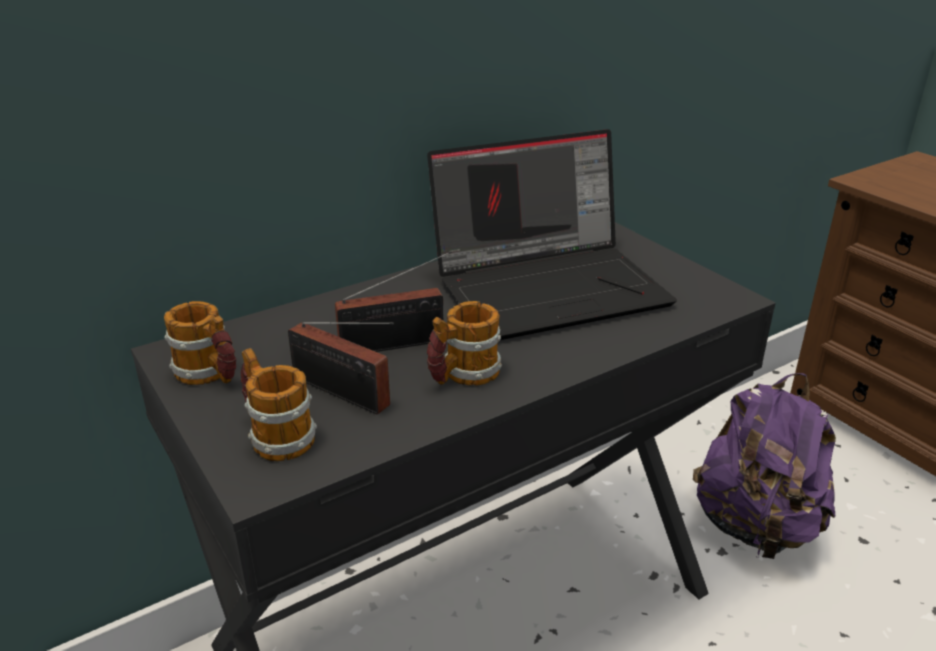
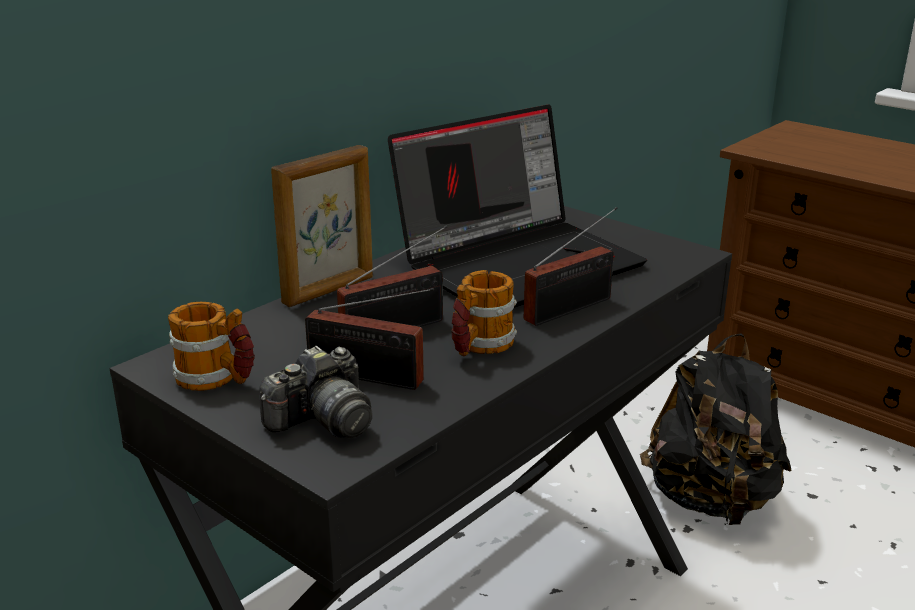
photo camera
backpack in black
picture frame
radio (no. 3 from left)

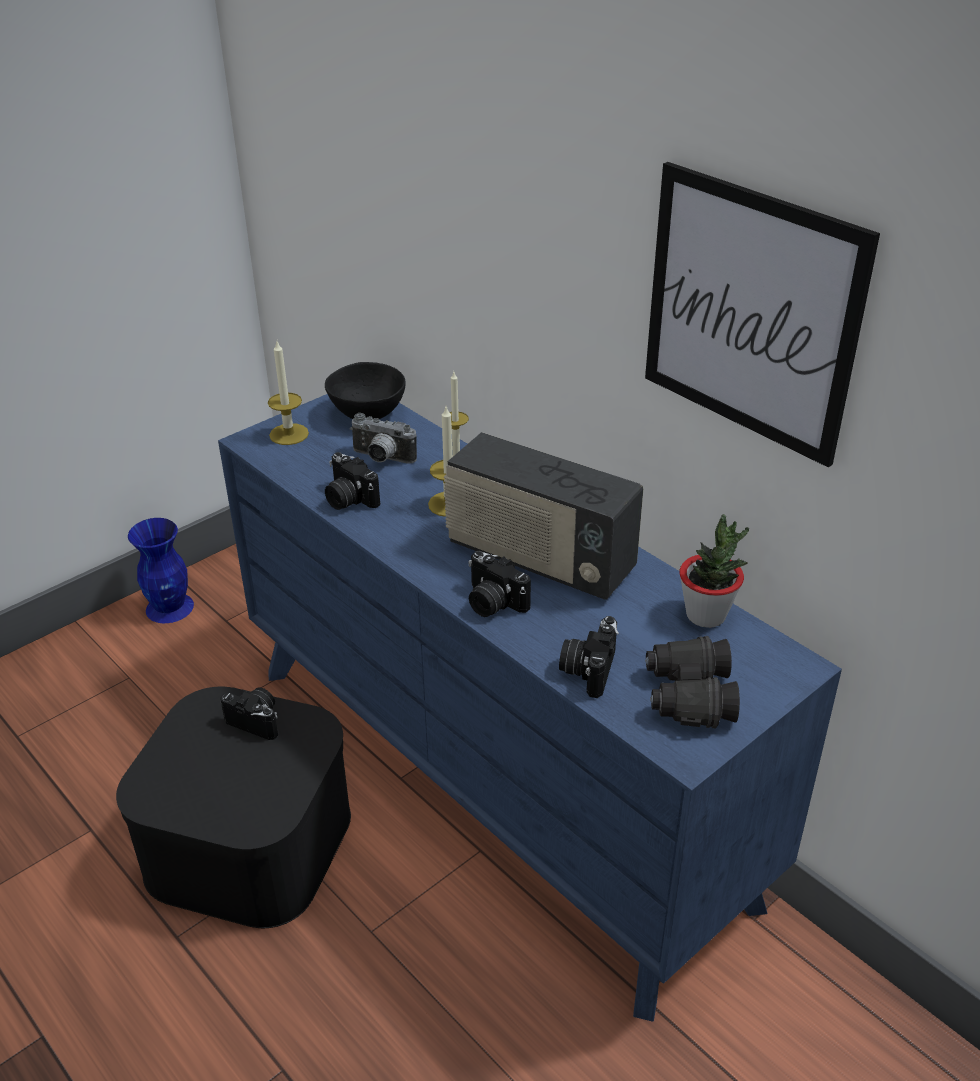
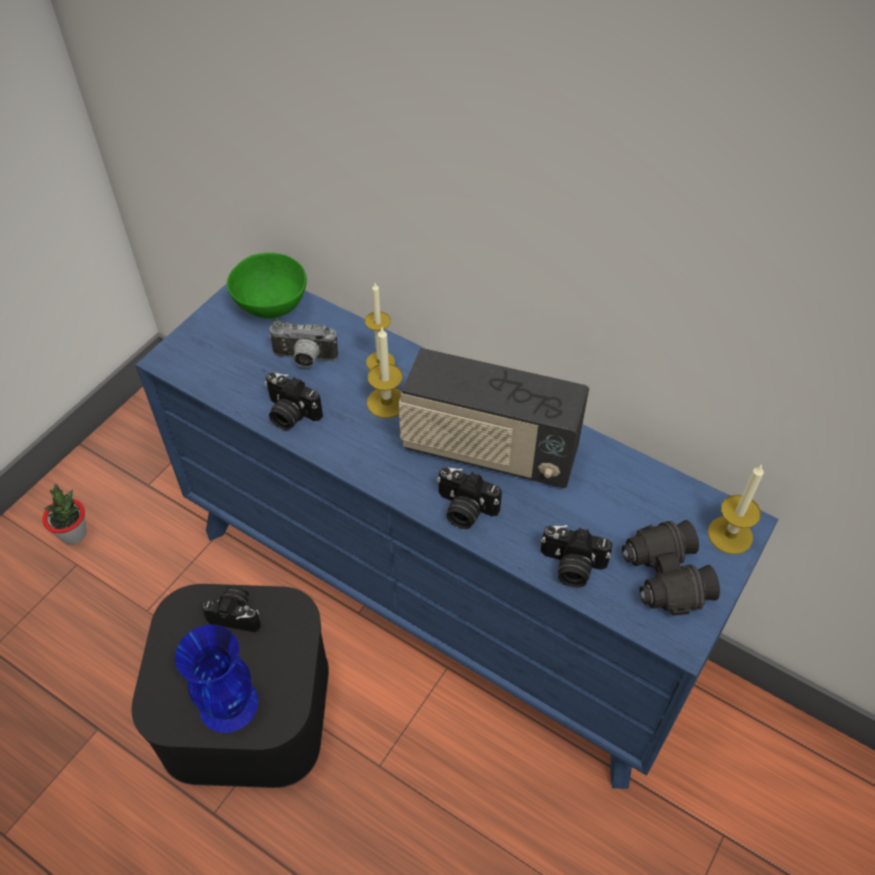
picture
candle (no. 3 from left)
bowl in green
potted plant
vase in blue
photo camera (no. 5 from left)

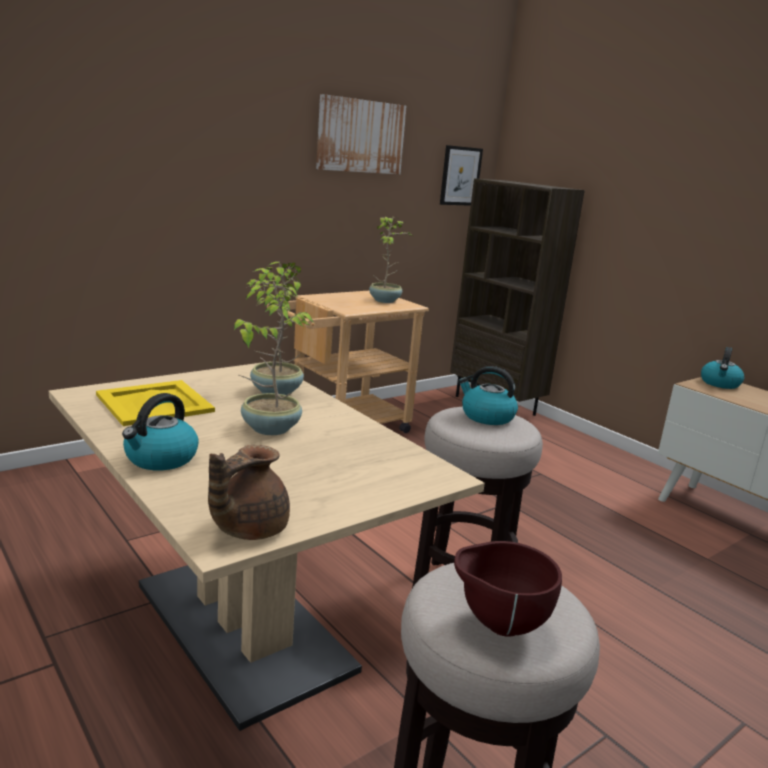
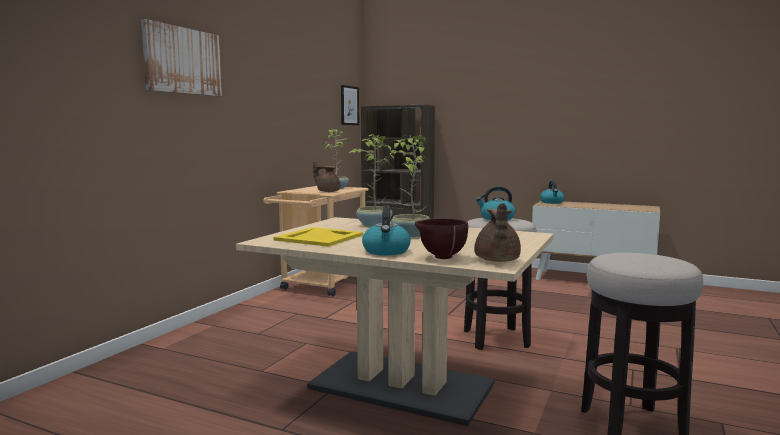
picture (no. 1 from left)
bowl in brown
teapot in brown (no. 1 from left)

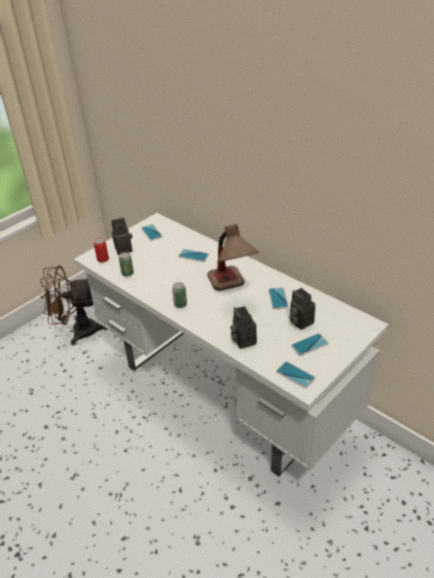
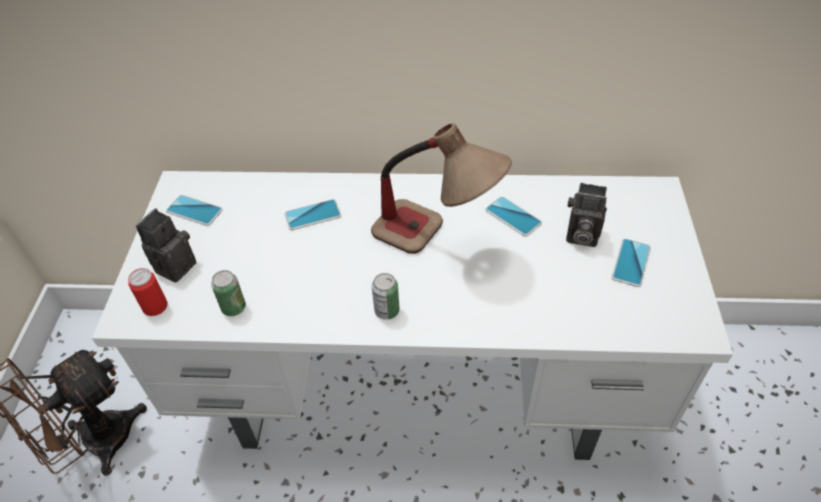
photo camera (no. 2 from left in the first image)
phone (no. 4 from left in the first image)

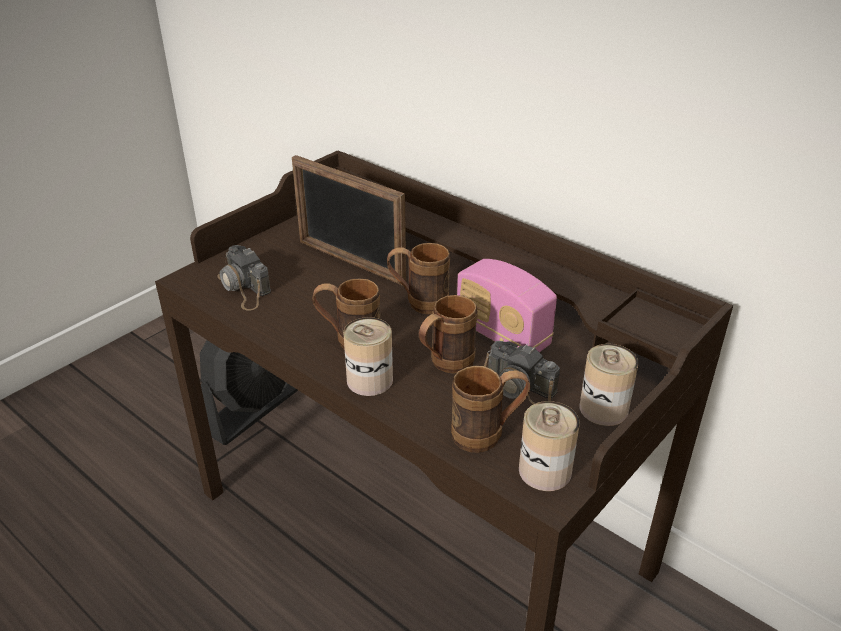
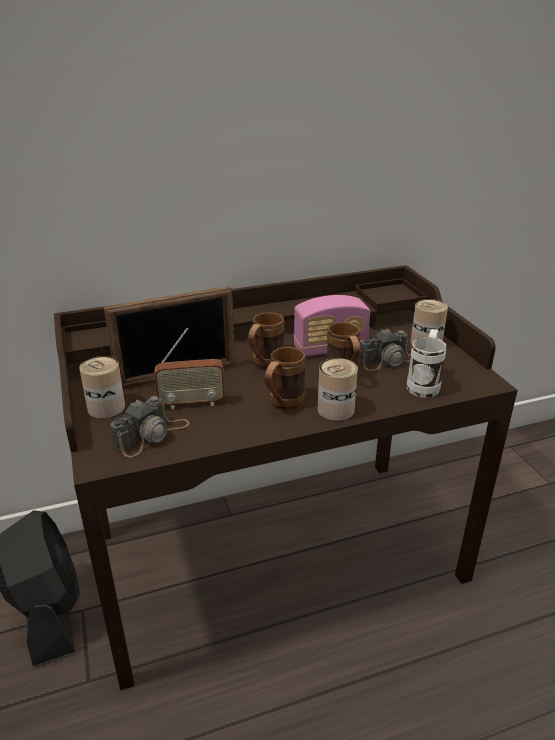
photo camera (no. 1 from left)
mug in white
can (no. 1 from left)
radio (no. 1 from left)

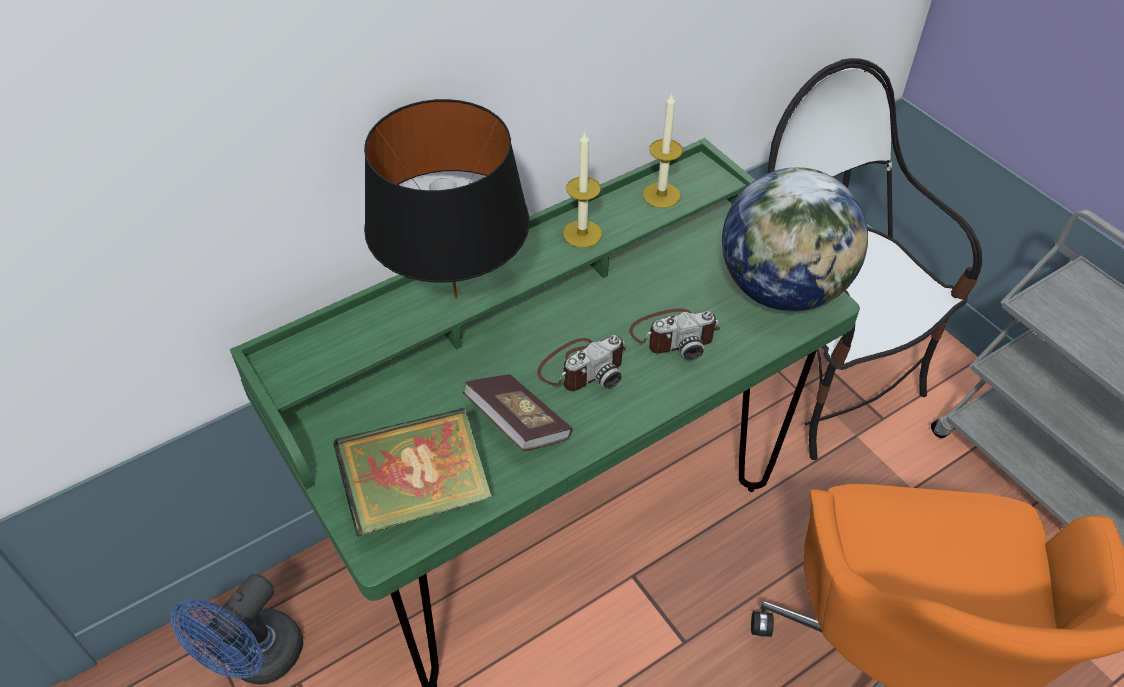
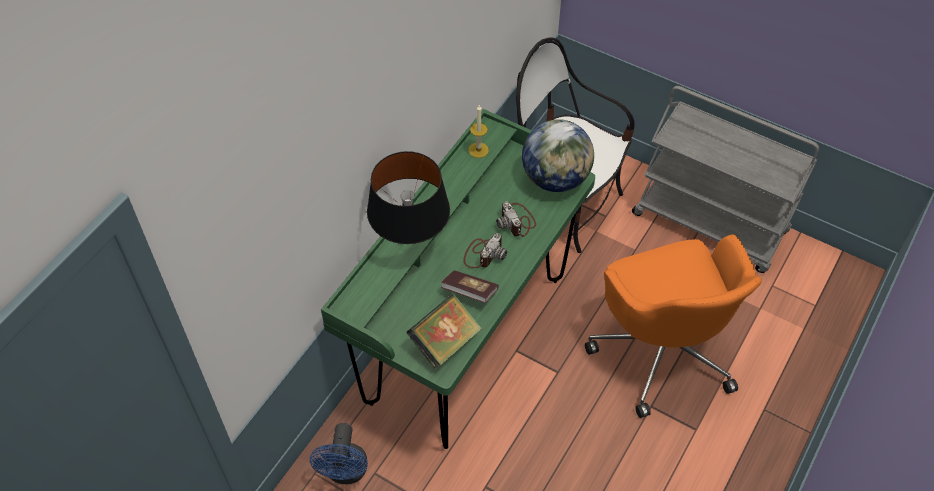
candle (no. 1 from left in the first image)
photo camera (no. 2 from left)

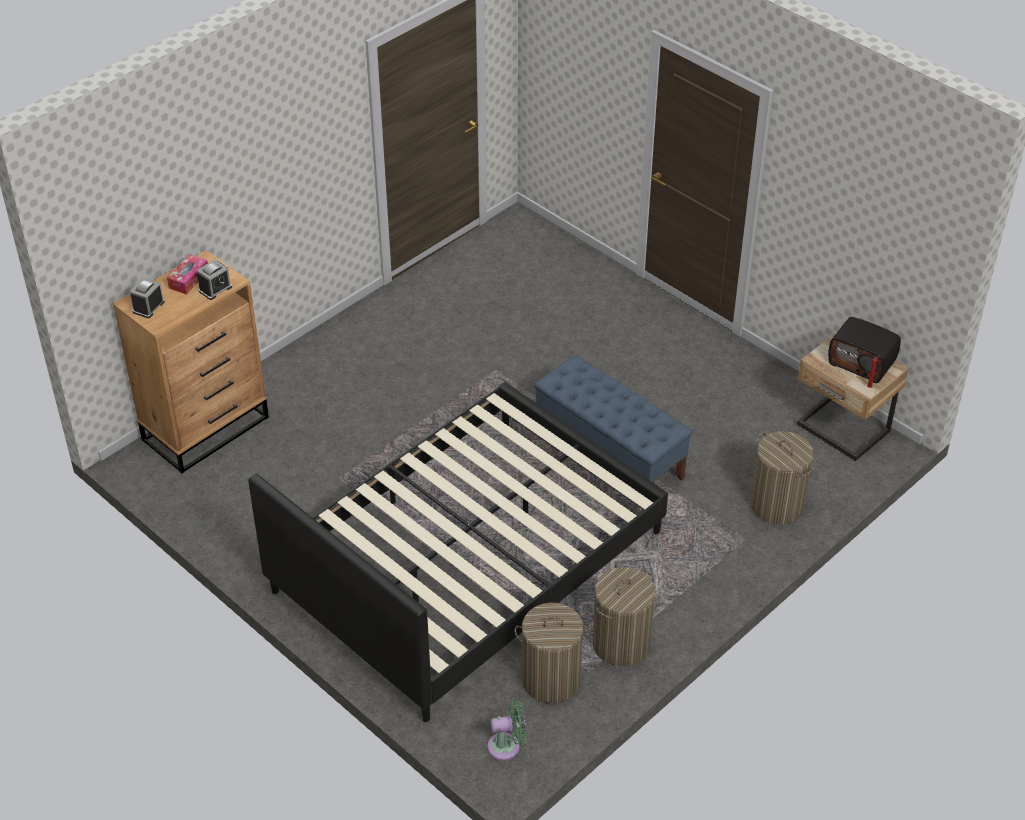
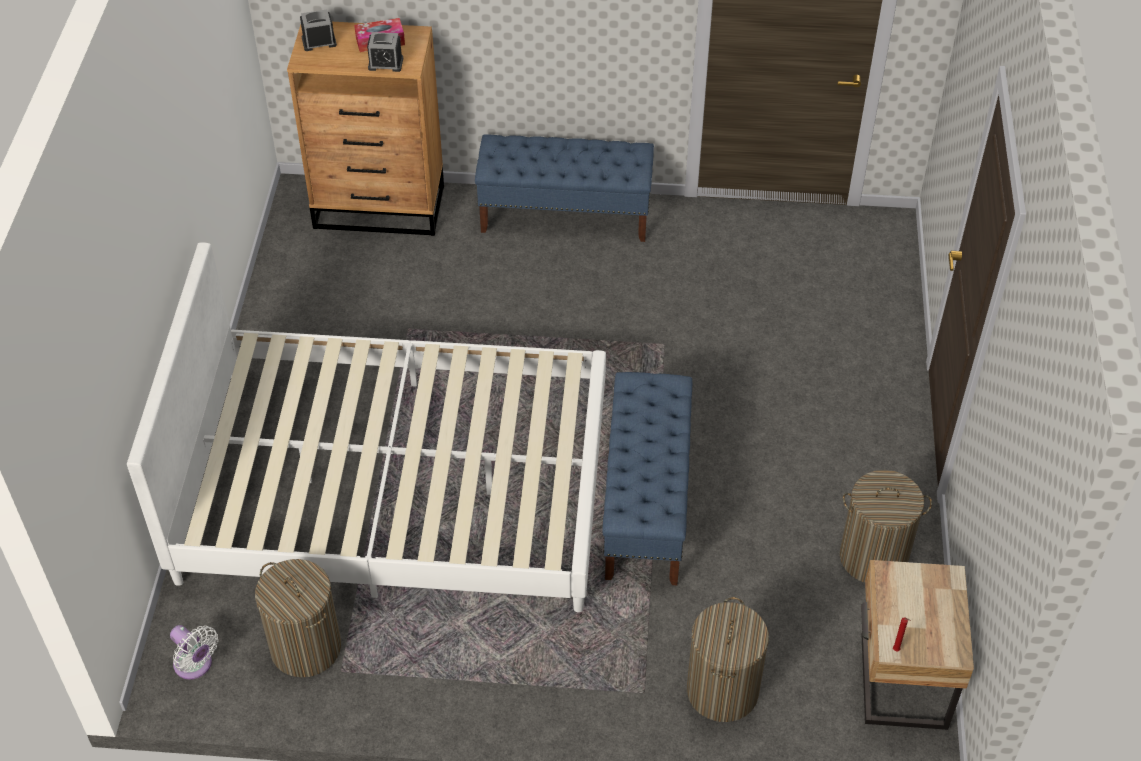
radio
bed in white
laundry basket (no. 3 from left)
fan in white
bench in blue (no. 1 from left)

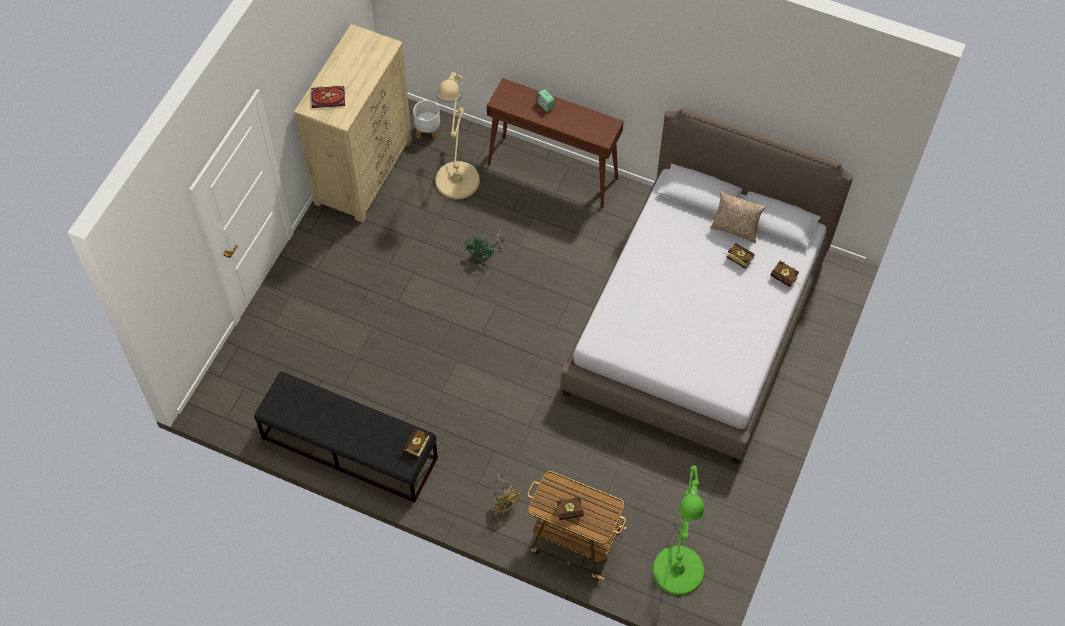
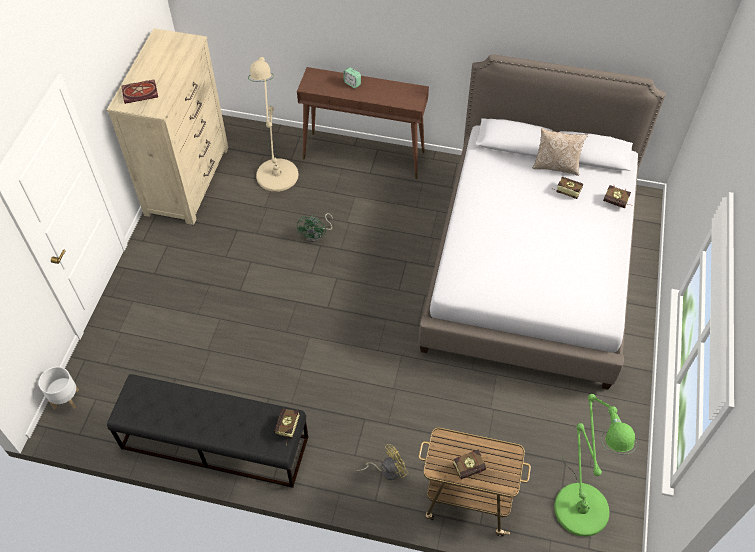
planter in white
fan in yellow

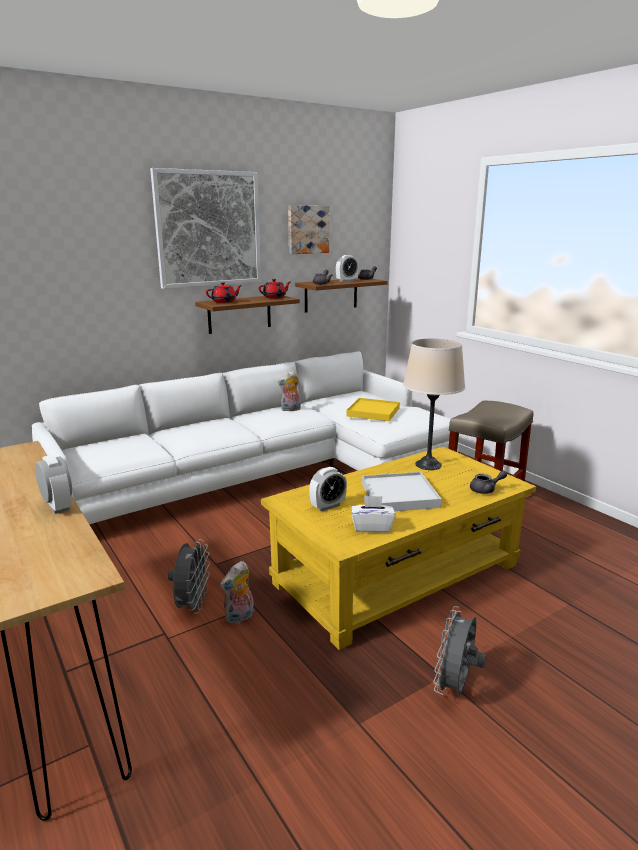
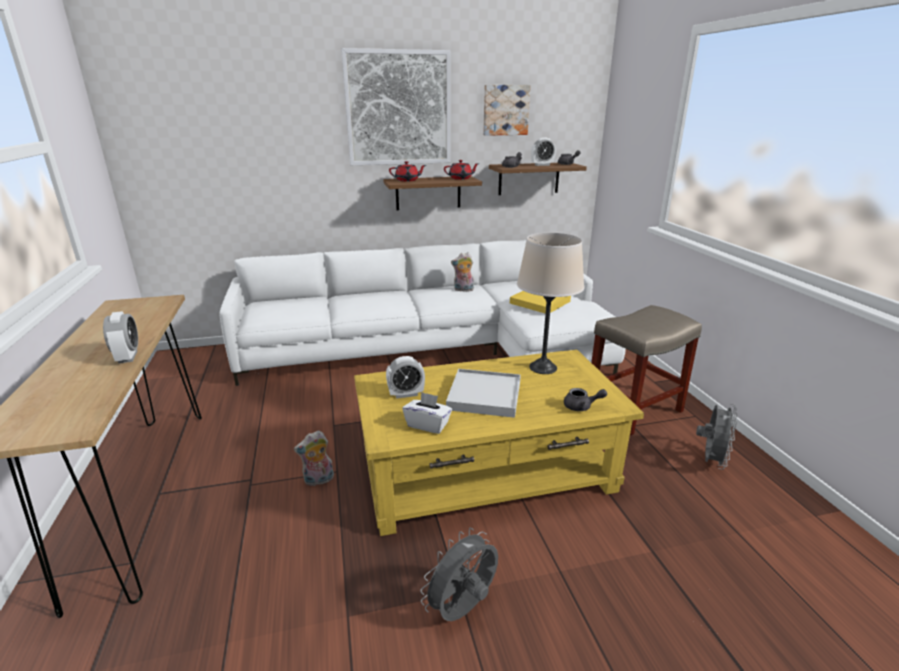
fan in grey (no. 2 from left)

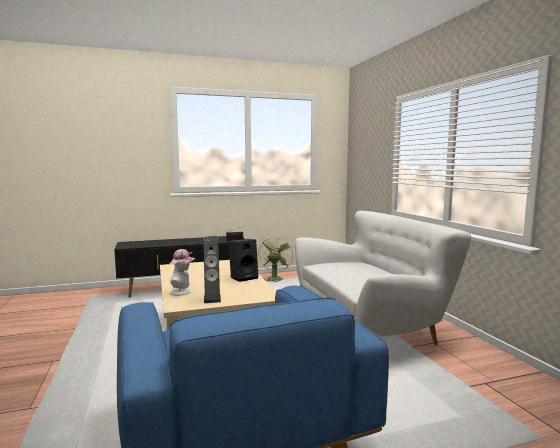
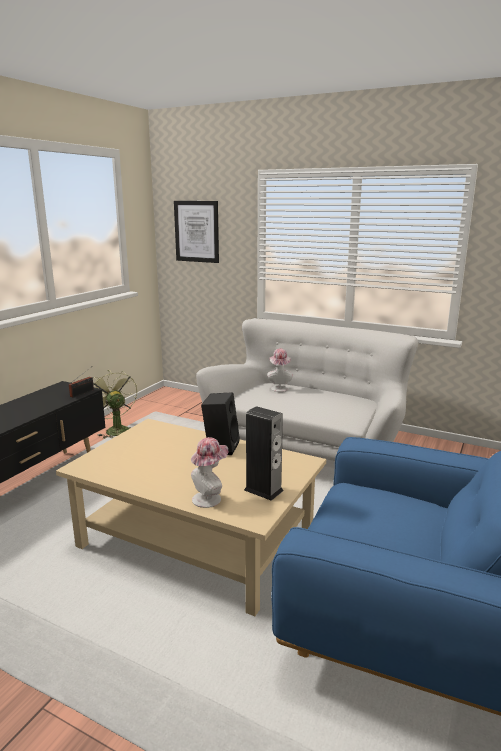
picture
hat (no. 2 from left)

